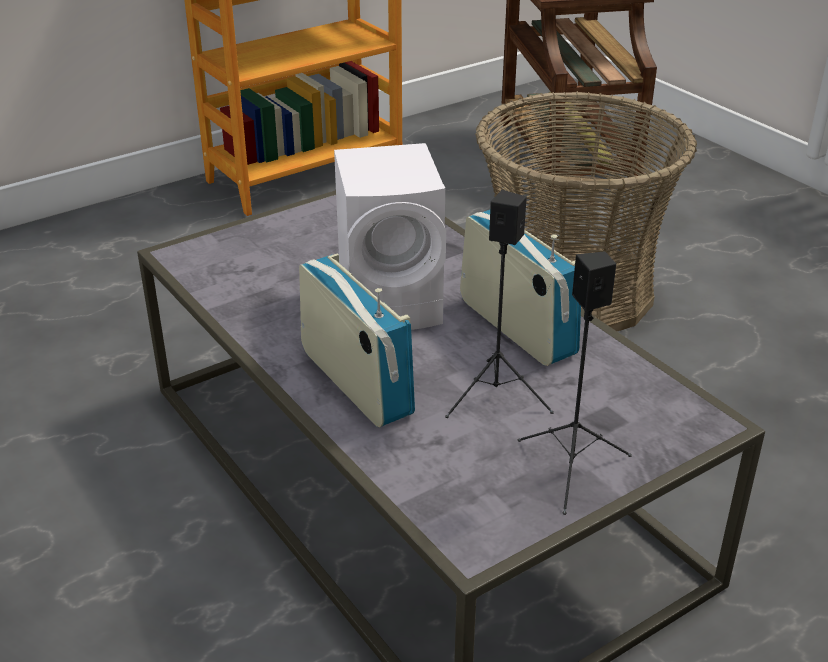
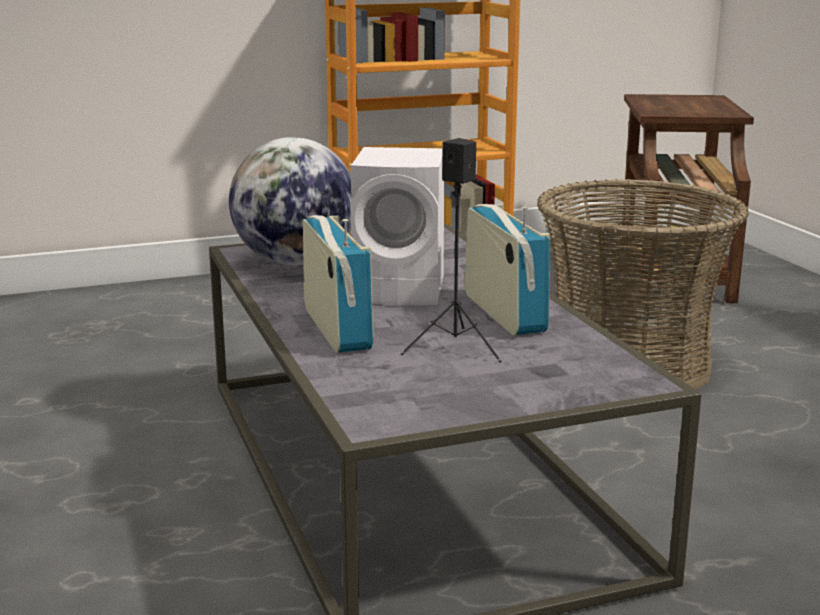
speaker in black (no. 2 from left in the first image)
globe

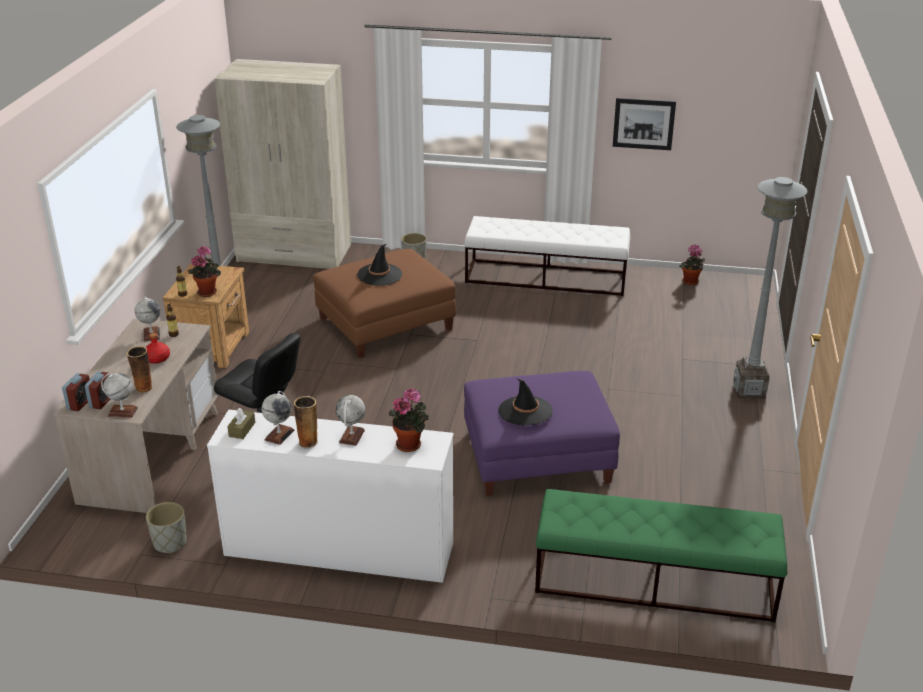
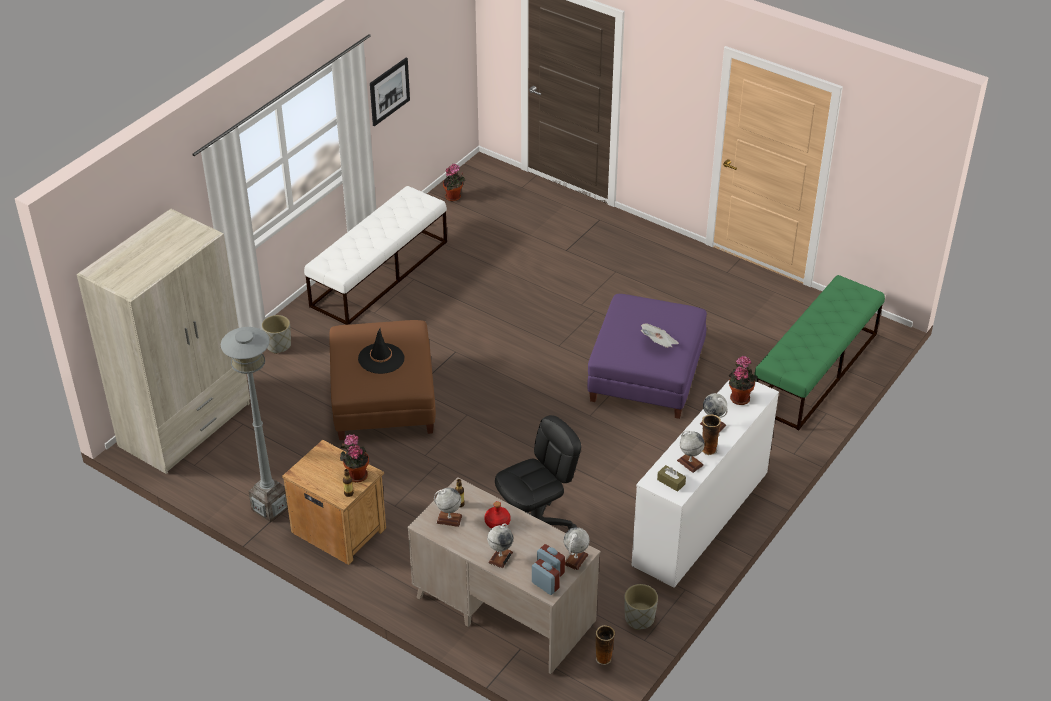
floor lamp in grey (no. 2 from left in the first image)
vase (no. 1 from left)
newspaper
globe (no. 2 from left)

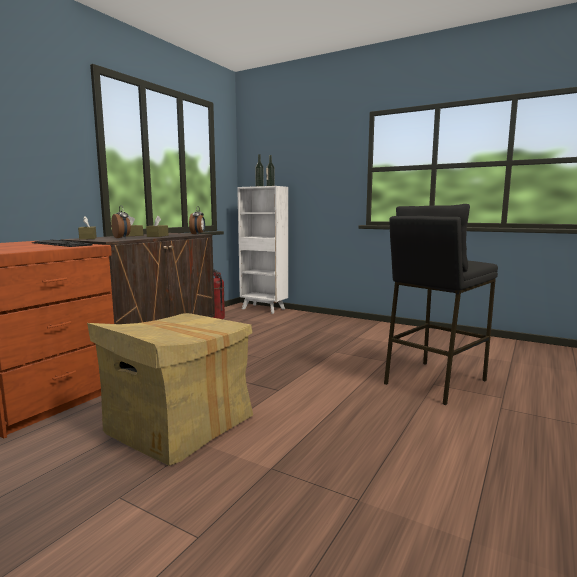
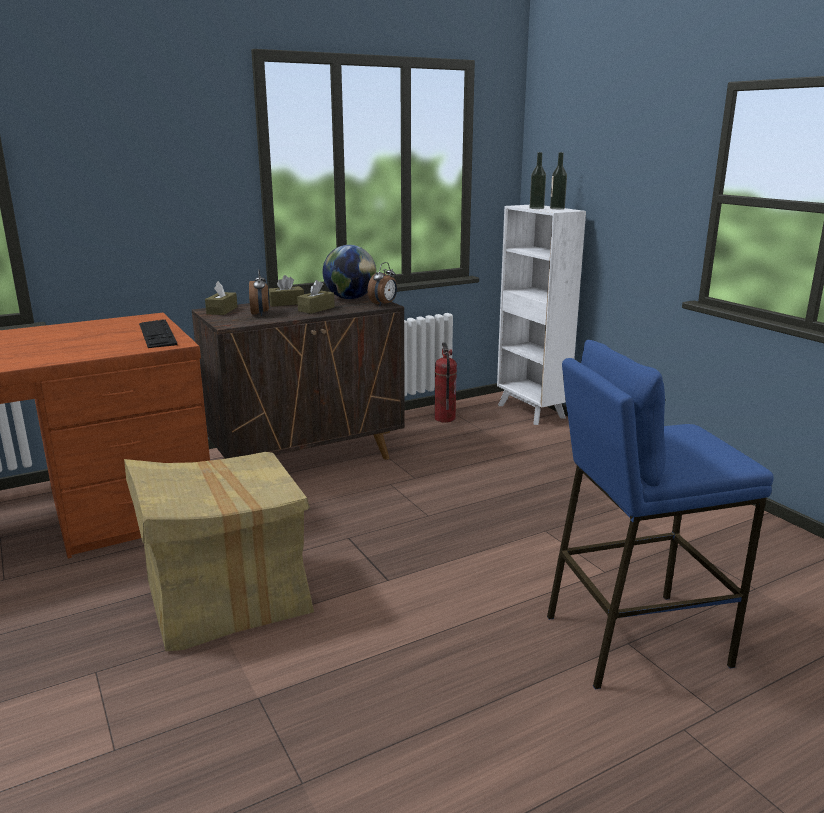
stool in blue
globe

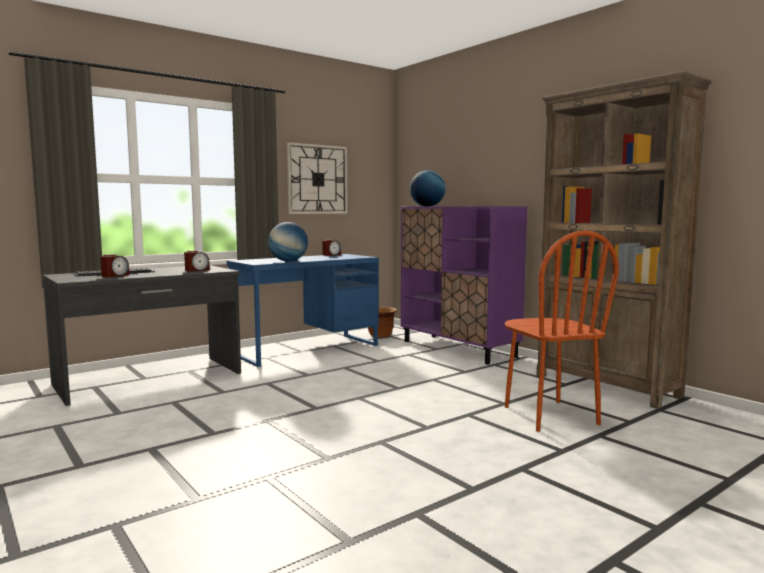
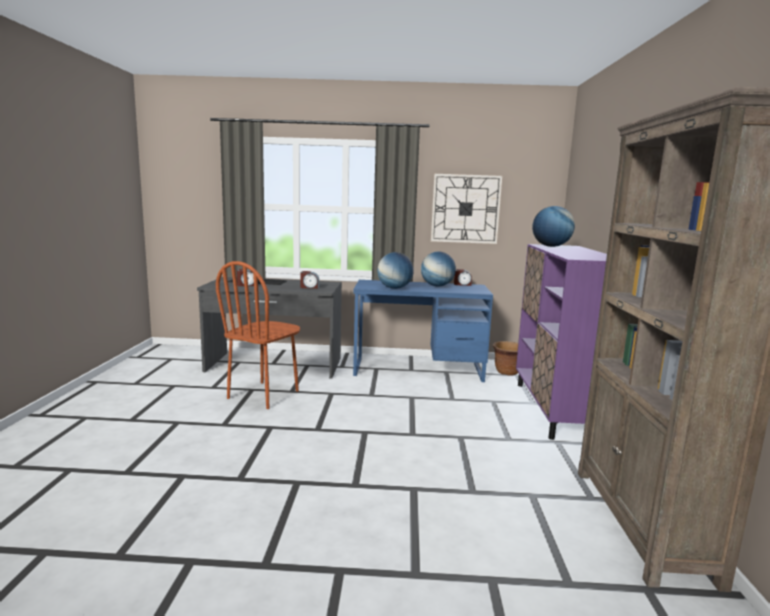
chair in brown
globe (no. 2 from left)

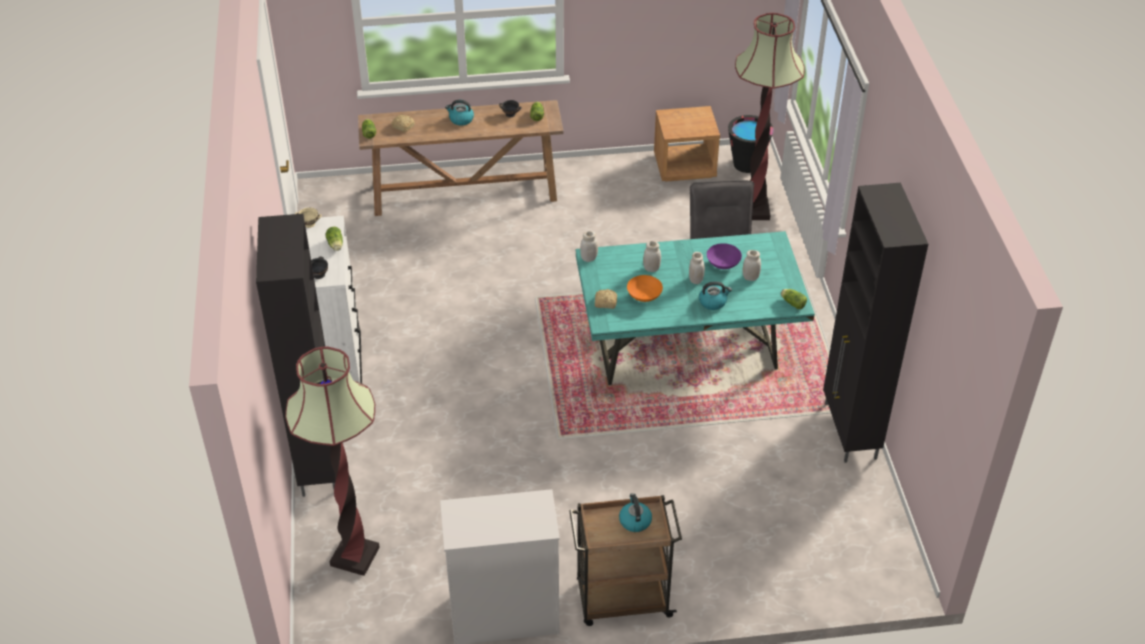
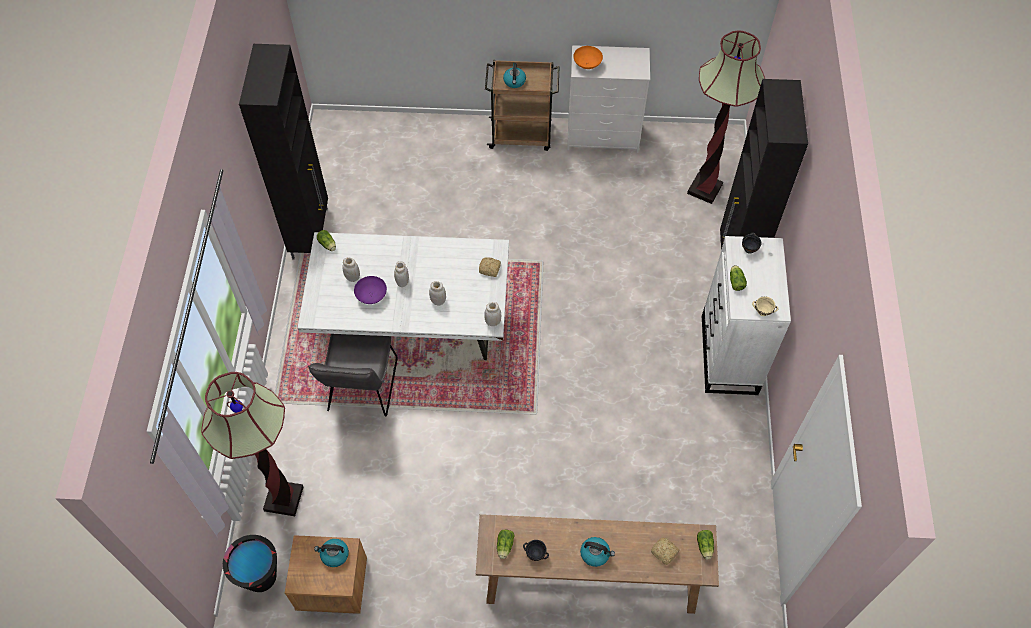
dining table in white
bowl in orange
kettle (no. 1 from left)

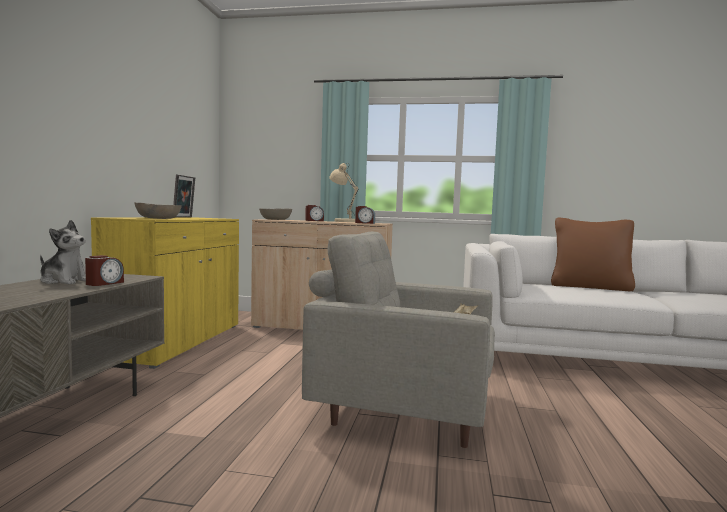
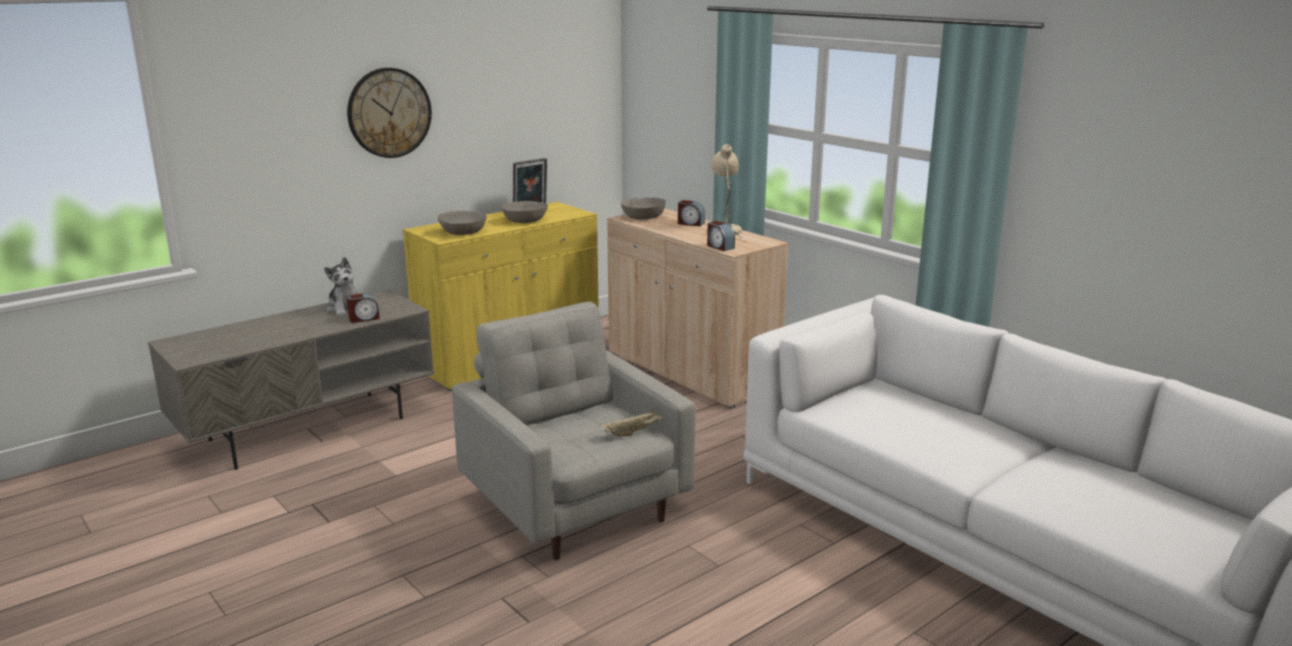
pillow in brown
wall clock
bowl in grey (no. 2 from left)

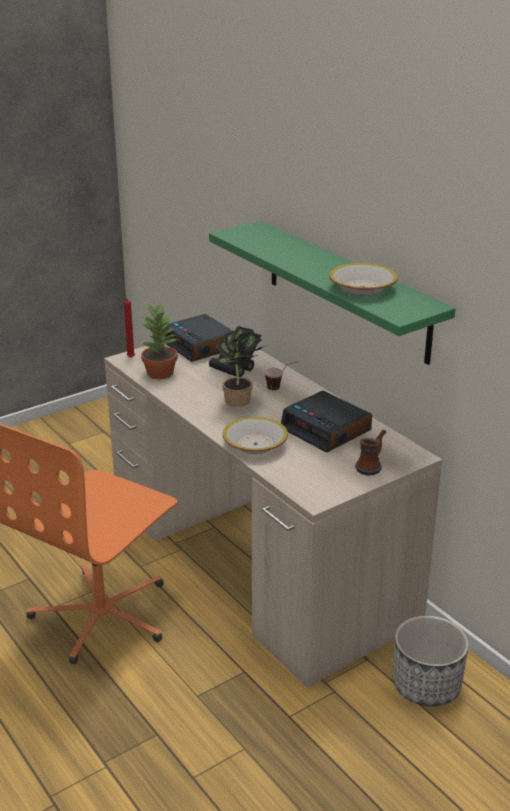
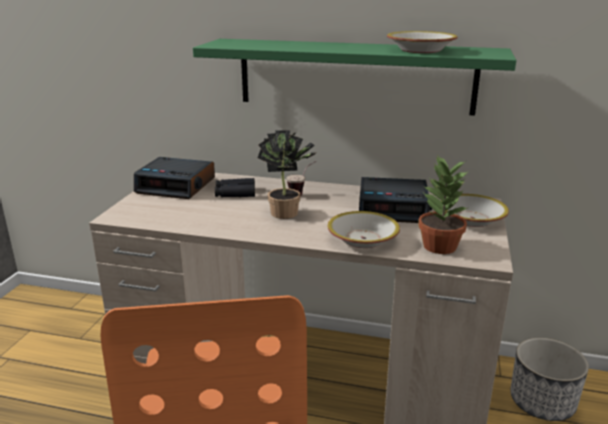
candle in red
potted plant (no. 2 from left)
bowl (no. 3 from left)

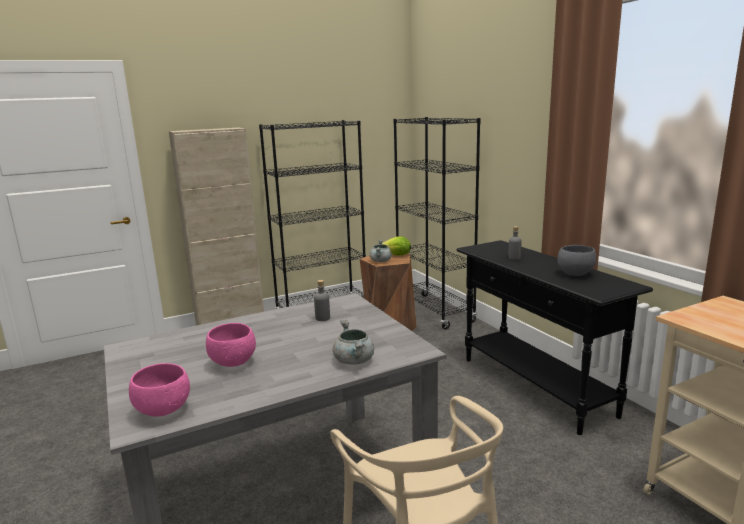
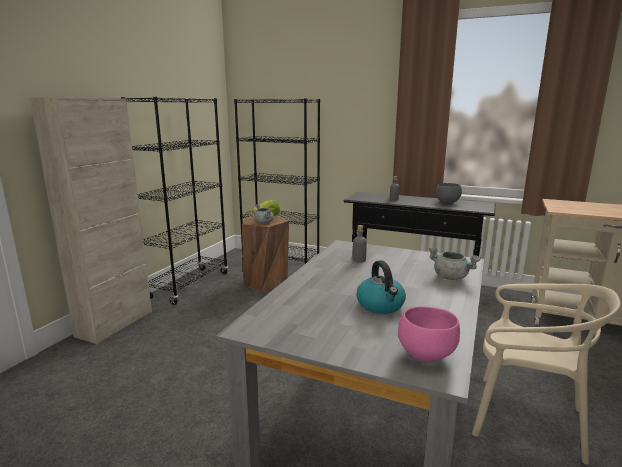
kettle

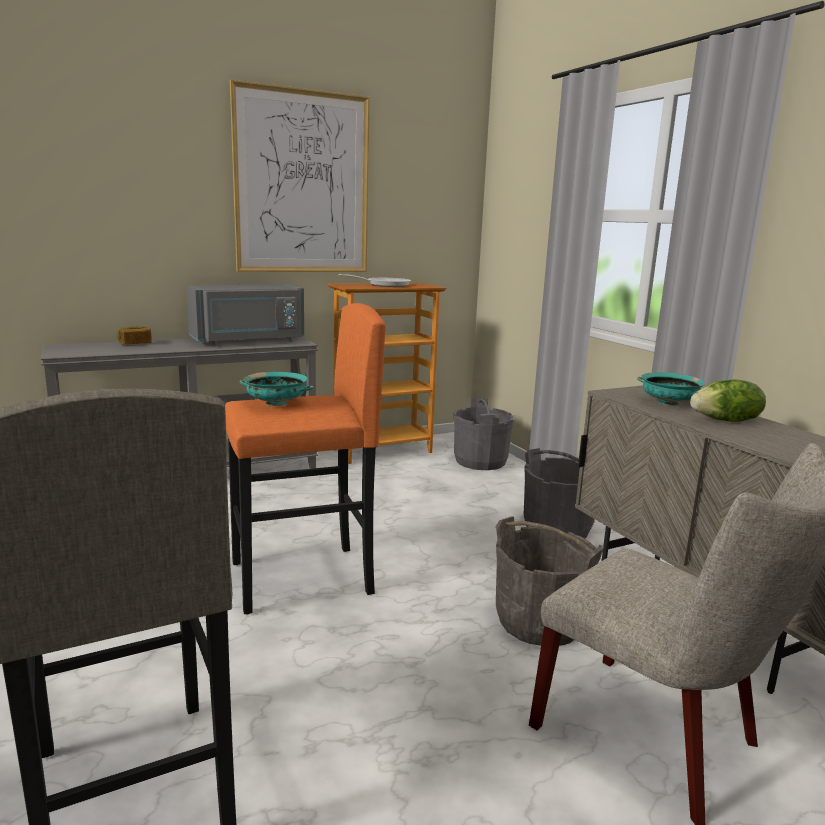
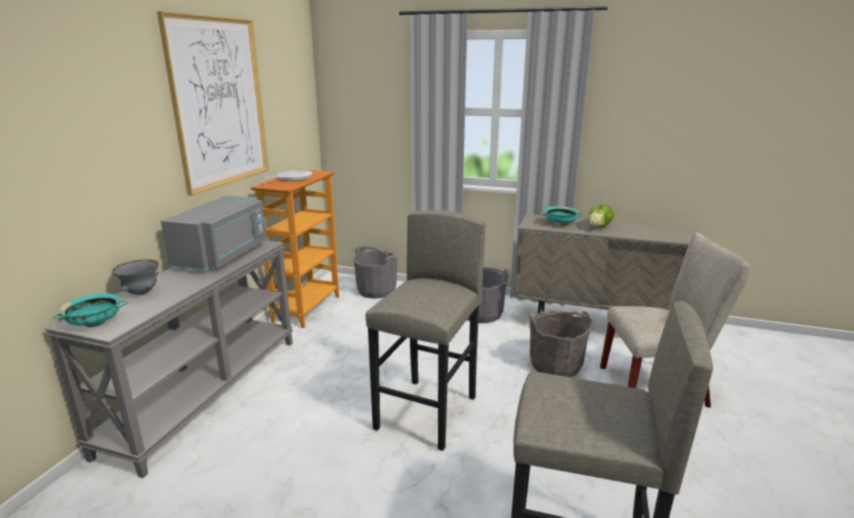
stool in grey (no. 1 from left)
bowl in grey
bowl in turquoise (no. 1 from left)

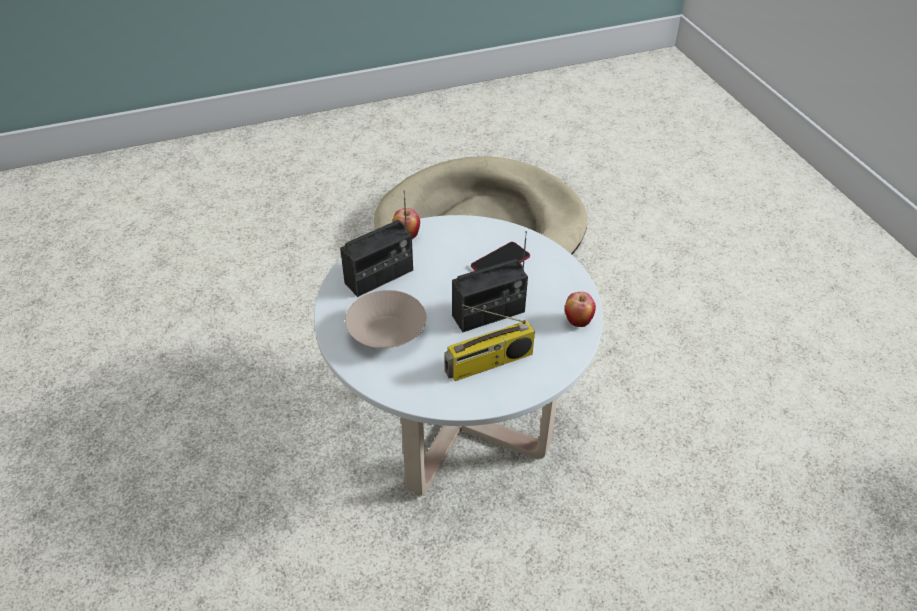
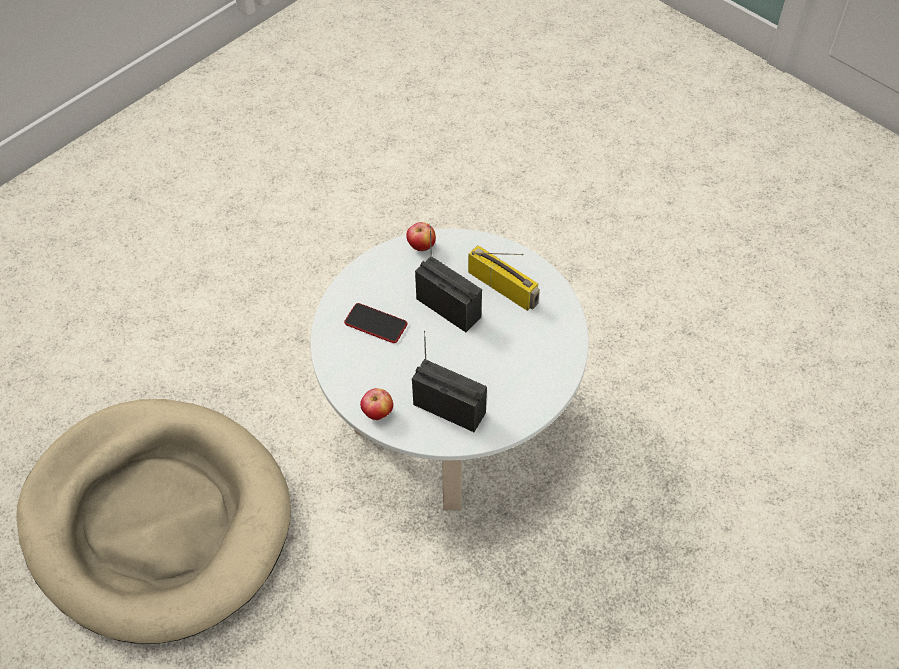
bowl in beige

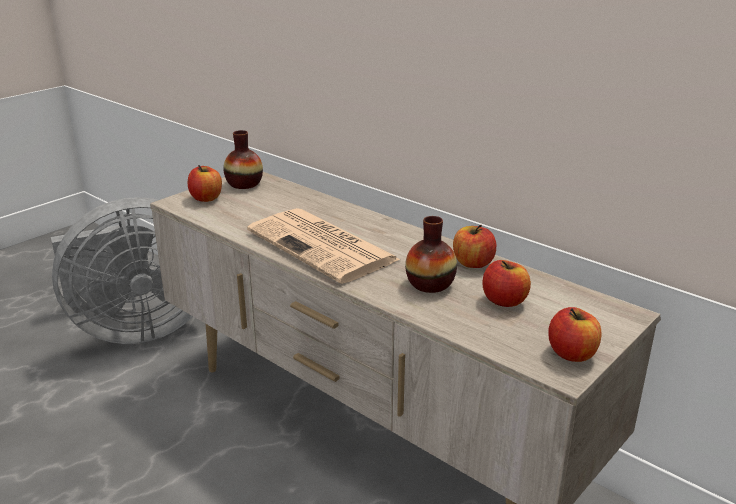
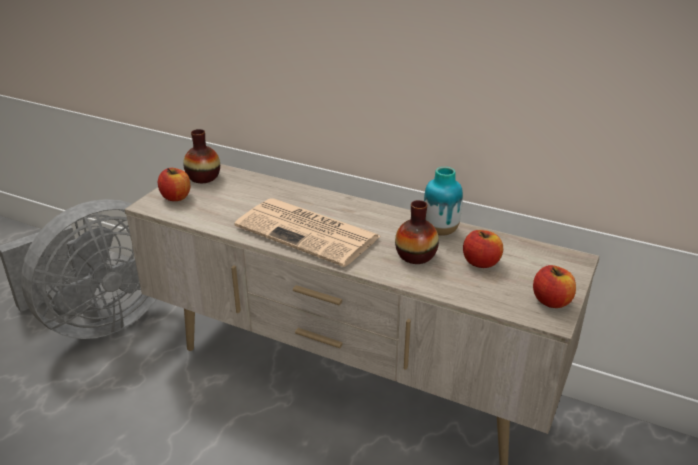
vase (no. 3 from left)

